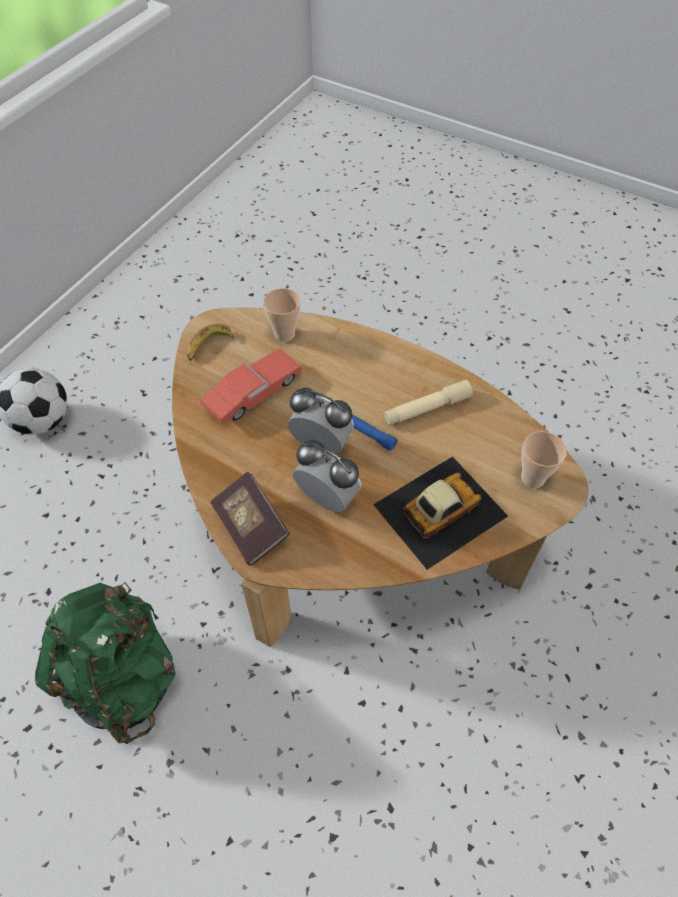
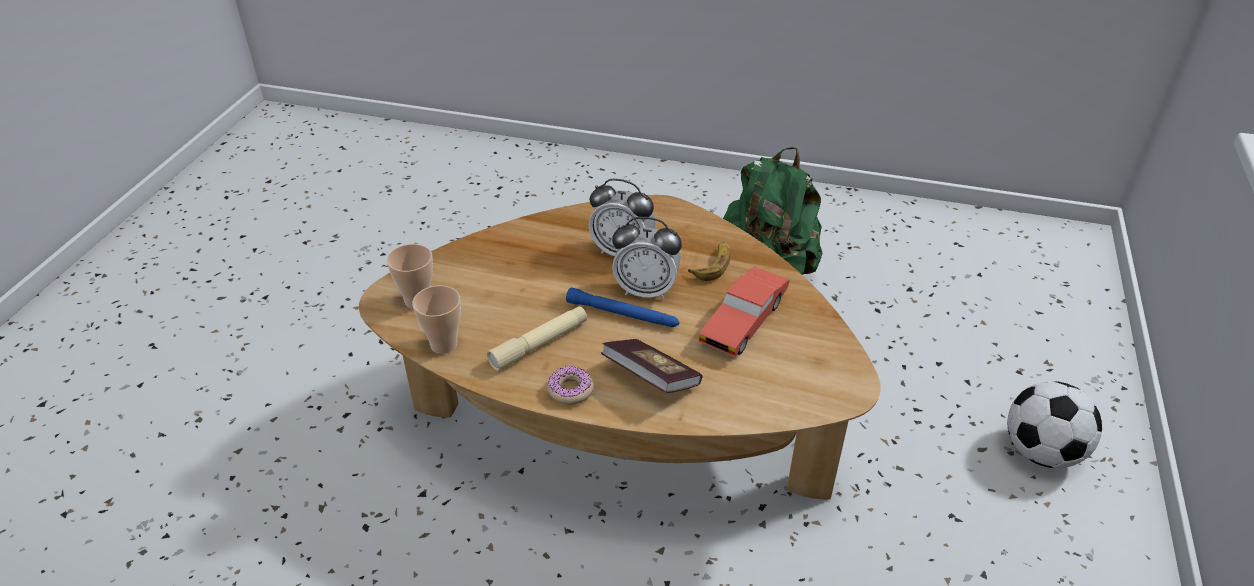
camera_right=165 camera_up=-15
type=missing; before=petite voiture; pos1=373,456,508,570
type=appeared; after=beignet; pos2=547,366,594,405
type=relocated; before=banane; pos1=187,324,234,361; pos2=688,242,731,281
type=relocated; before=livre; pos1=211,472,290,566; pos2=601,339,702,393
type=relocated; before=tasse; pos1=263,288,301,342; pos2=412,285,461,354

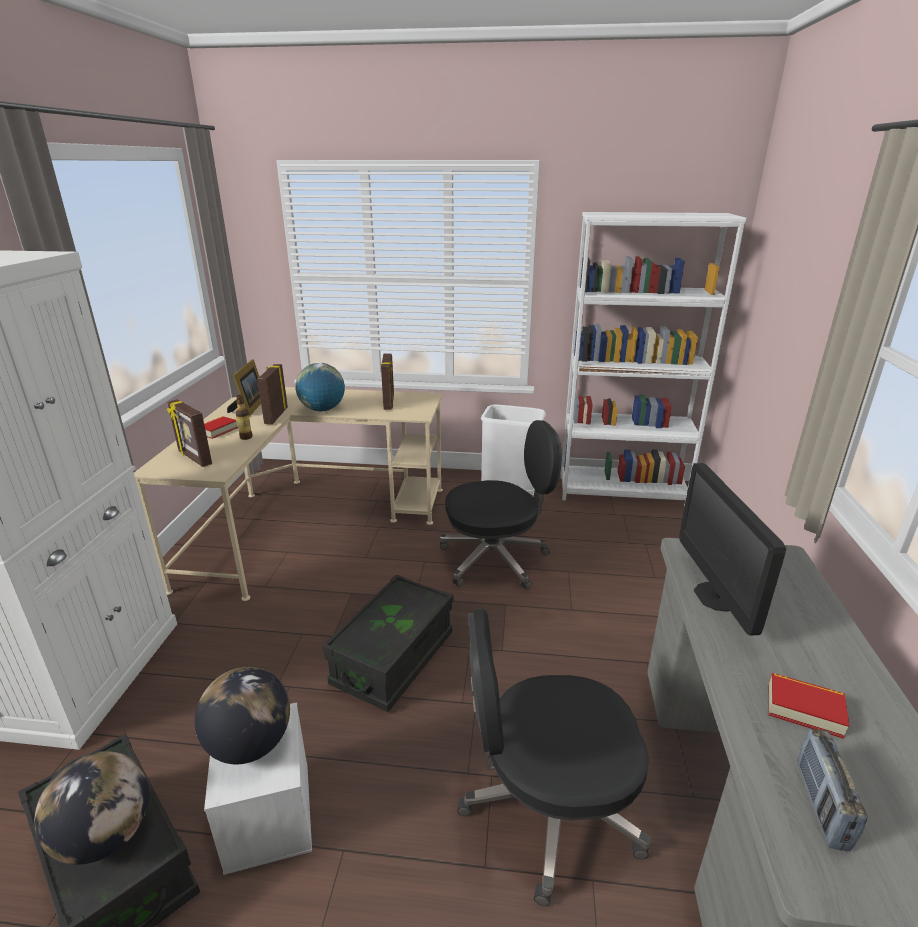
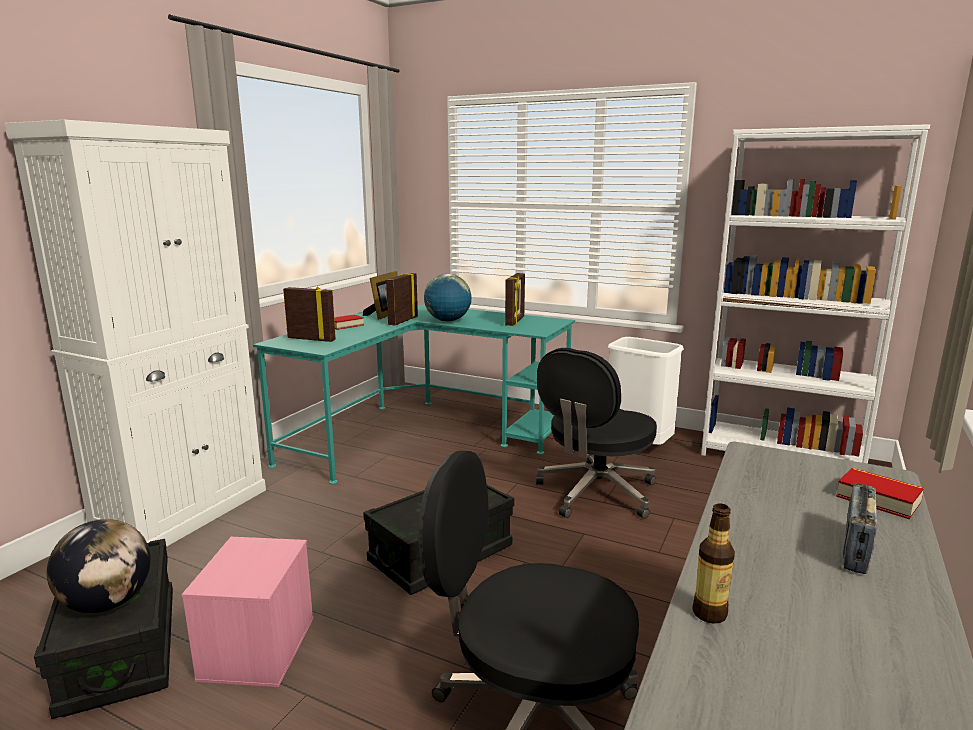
camera_right=20 camera_up=-10
type=missing; before=globe; pos1=195,667,290,764
type=missing; before=écran d'ordinateur; pos1=679,463,786,636
type=relocated; before=bouteille; pos1=236,395,253,440; pos2=692,503,735,624
type=relocated; before=livre; pos1=769,673,849,739; pos2=836,468,924,519
type=relocated; before=radio; pos1=797,729,868,851; pos2=843,484,877,574
type=colour; before=bureau (beige); after=bureau (turquoise); pos1=134,387,443,601; pos2=253,305,575,484
type=colour; before=boîte de rangement (blanc); after=boîte de rangement (rose); pos1=204,702,312,875; pos2=182,537,314,687
type=spun; before=cadre photo; pos1=167,399,212,467; pos2=283,286,336,342; turn=135
type=spun; before=chaise de bureau (noir); pos1=440,420,562,590; pos2=536,348,657,519; turn=120

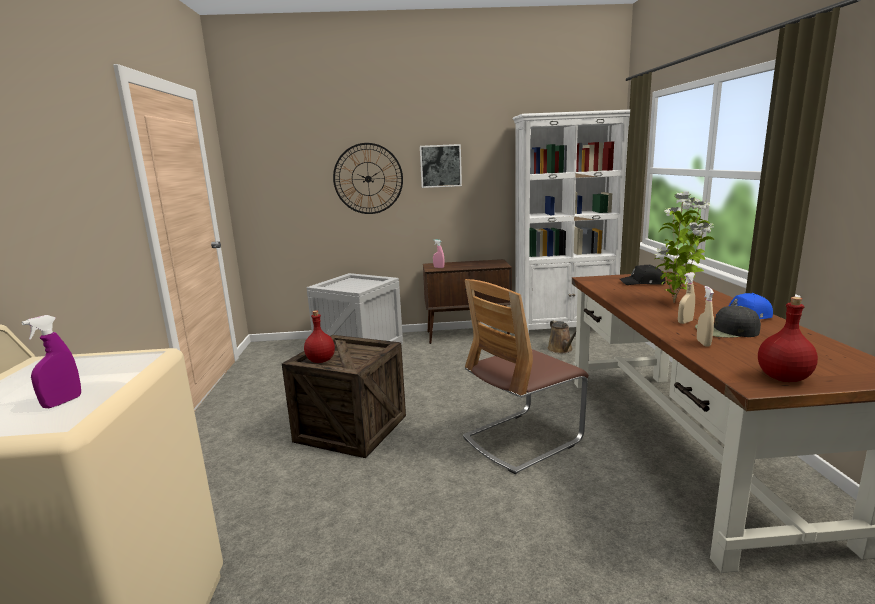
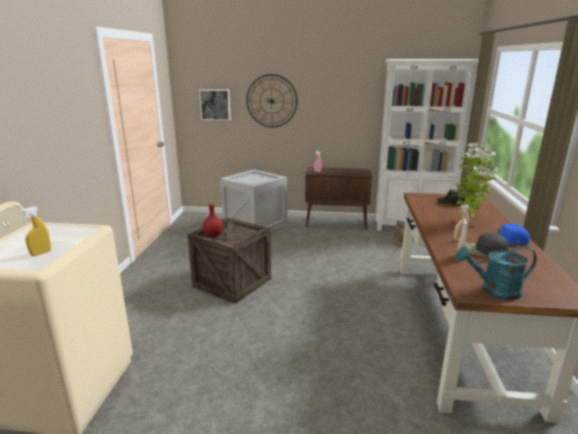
camera_right=10 camera_up=5
type=missing; before=chaise; pos1=463,279,589,474
type=relocated; before=tableau; pos1=420,144,462,188; pos2=199,89,231,121
type=exchanged; before=bouteille (rouge); after=arrosoir (turquoise); pos1=758,297,818,382; pos2=456,246,537,300
type=colour; before=vaporisateur (violet); after=vaporisateur (jaune); pos1=21,315,81,408; pos2=21,206,51,256

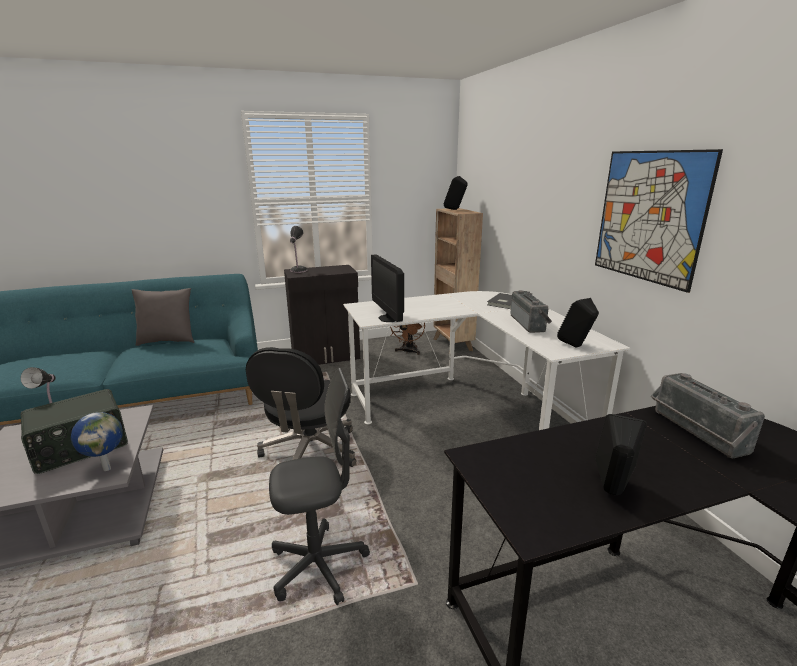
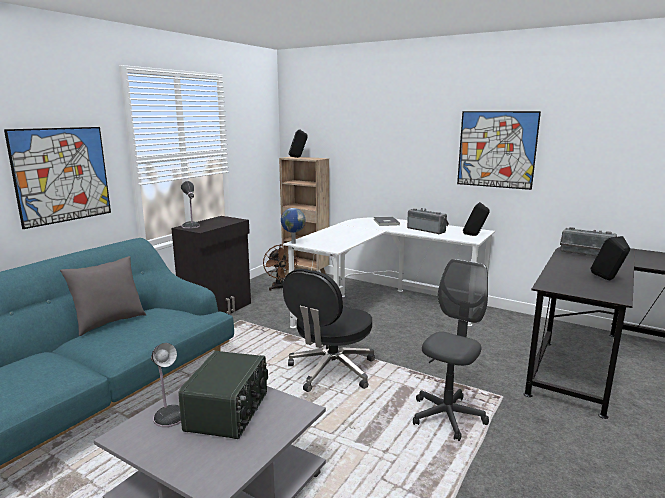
camera_right=-40 camera_up=-5
type=missing; before=écran d'ordinateur; pos1=371,254,404,322
type=appeared; after=tableau; pos2=4,127,111,229
type=relocated; before=globe; pos1=71,412,123,471; pos2=281,208,305,244
type=spun; before=chaise de bureau (noir); pos1=246,347,356,467; pos2=283,269,375,392; turn=60

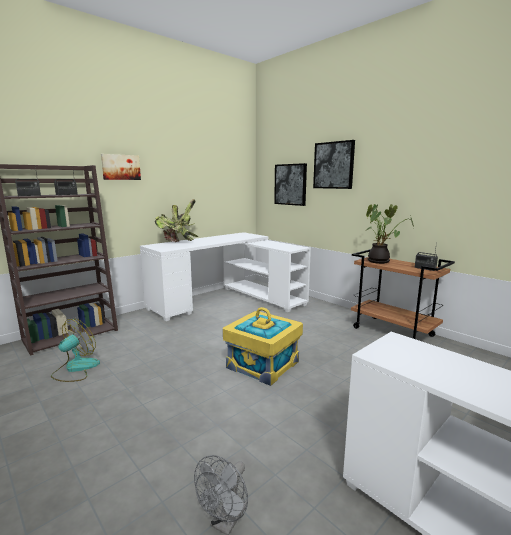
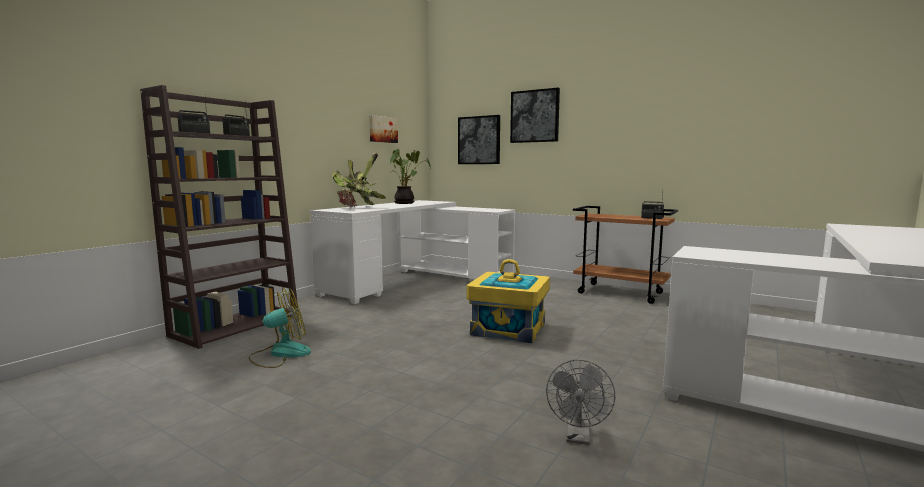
camera_right=-15 camera_up=-5
type=relocated; before=tableau; pos1=101,154,141,180; pos2=369,115,398,143
type=relocated; before=plante en pot; pos1=365,204,414,264; pos2=390,148,431,204
type=spun; before=ventilateur; pos1=51,319,100,382; pos2=249,287,311,368; turn=45

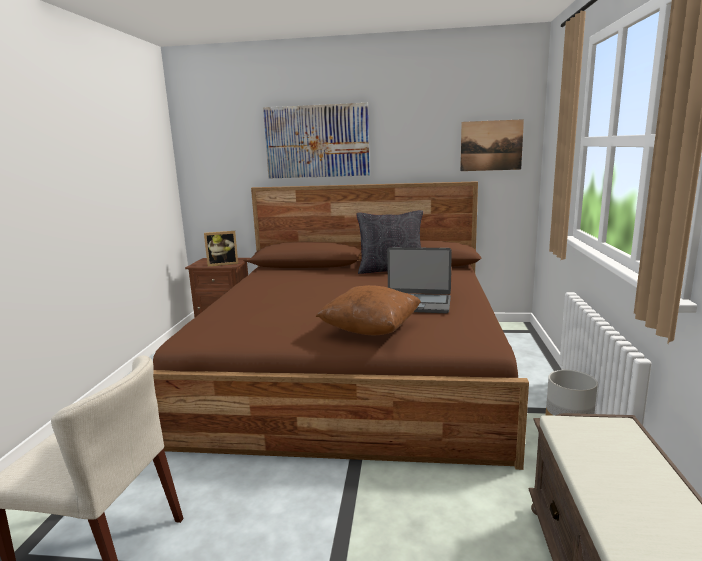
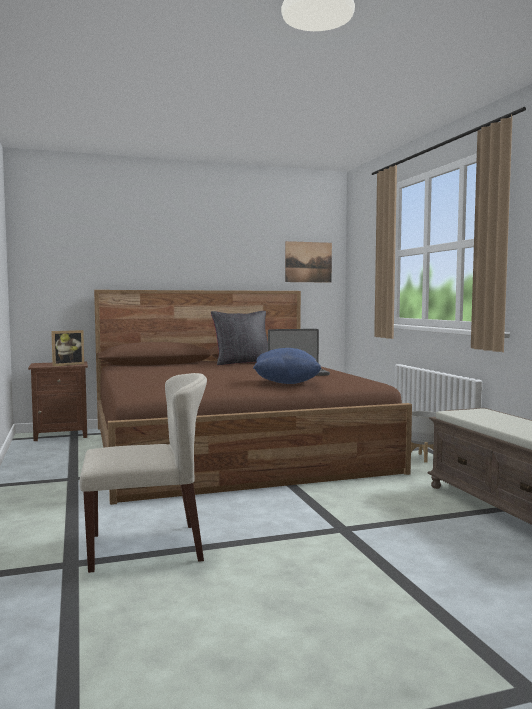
camera_right=-25 camera_up=-10
type=missing; before=tableau; pos1=263,103,370,178
type=colour; before=coussin (marron); after=coussin (bleu); pos1=316,285,421,335; pos2=253,348,321,384

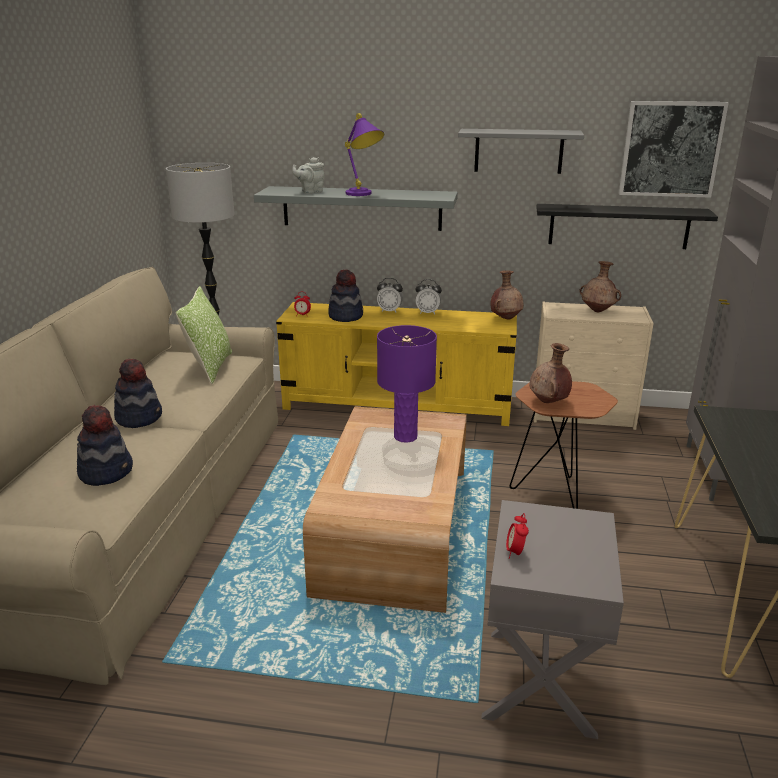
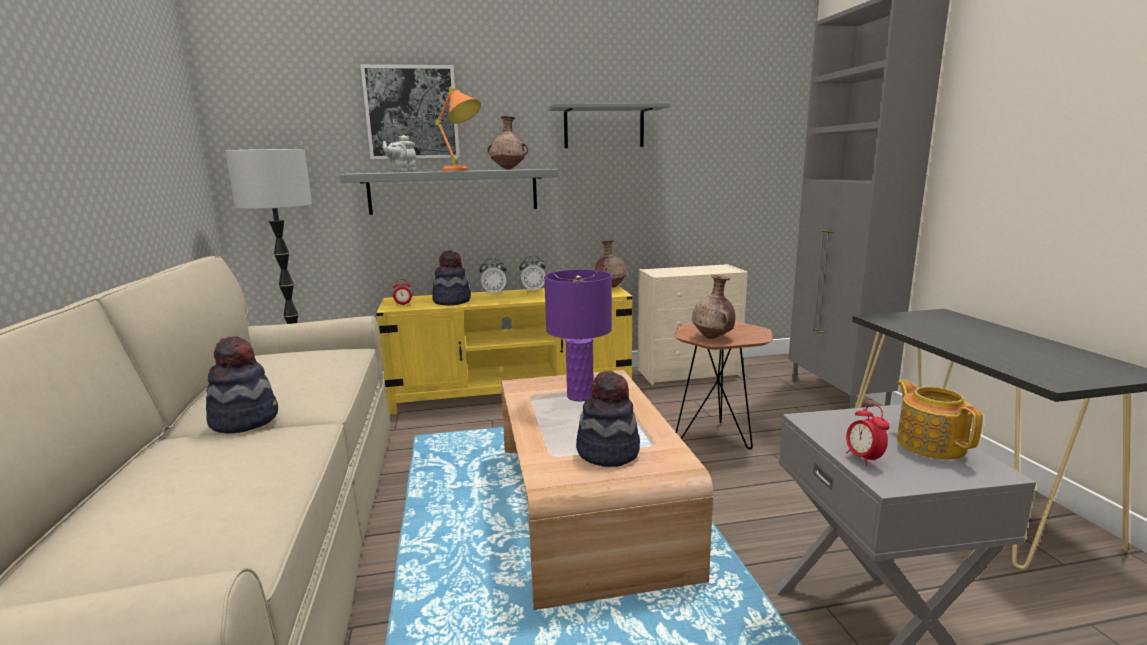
camera_right=-20 camera_up=-10
type=missing; before=coussin; pos1=176,286,232,384
type=missing; before=étagère (noir); pos1=536,204,718,249
type=appeared; after=théière; pos2=896,379,983,459
type=relocated; before=chapeau; pos1=77,405,133,486; pos2=576,371,640,467
type=relocated; before=vase (marron); pos1=579,261,621,312; pos2=487,116,528,170
type=relocated; before=tableau; pos1=619,101,729,198; pos2=360,64,460,159
type=colour; before=lampe de table (violet); after=lampe de table (orange); pos1=345,113,384,196; pos2=435,86,481,171

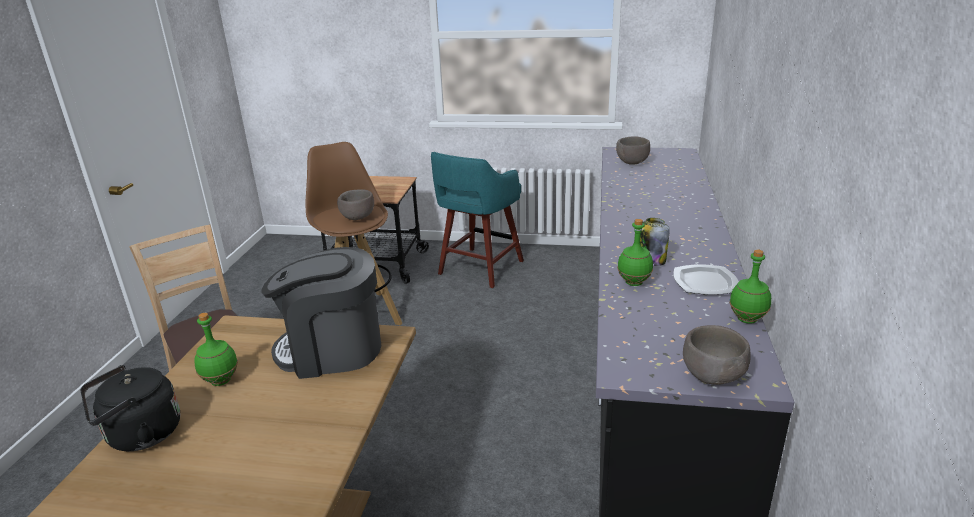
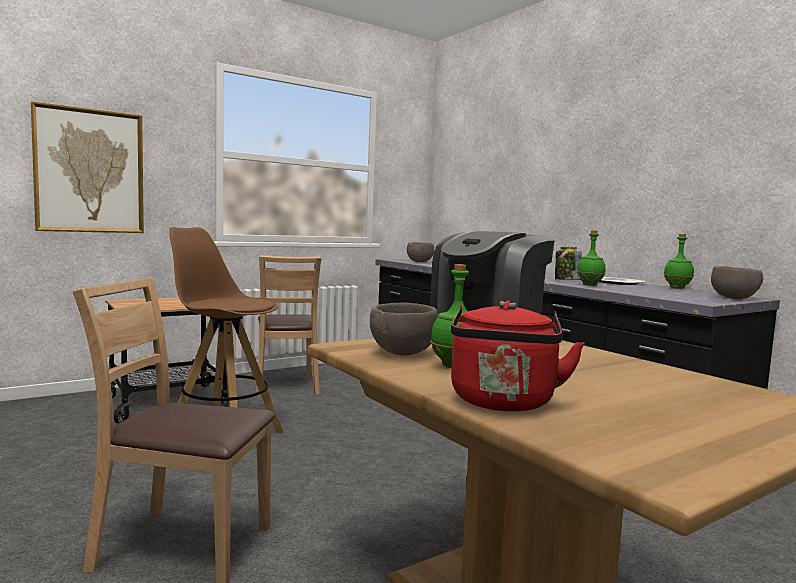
camera_right=-45 camera_up=-20
type=appeared; after=tableau; pos2=31,101,144,233
type=relocated; before=bol (marron); pos1=337,190,374,220; pos2=370,303,438,355
type=exchanged; before=tabouret (turquoise); after=chaise (marron); pos1=431,152,524,288; pos2=256,255,321,397
type=colour; before=bouilloire (noir); after=bouilloire (rouge); pos1=81,365,180,451; pos2=451,301,585,412

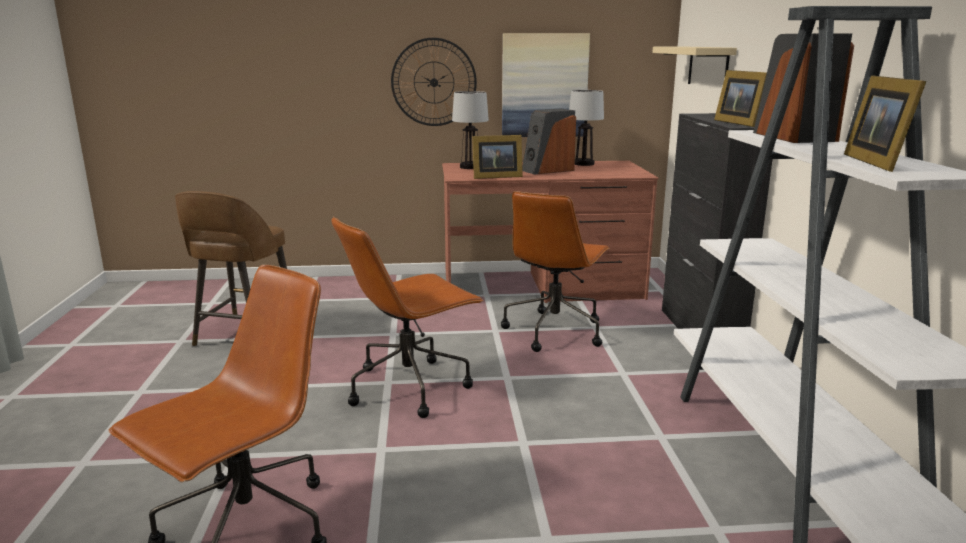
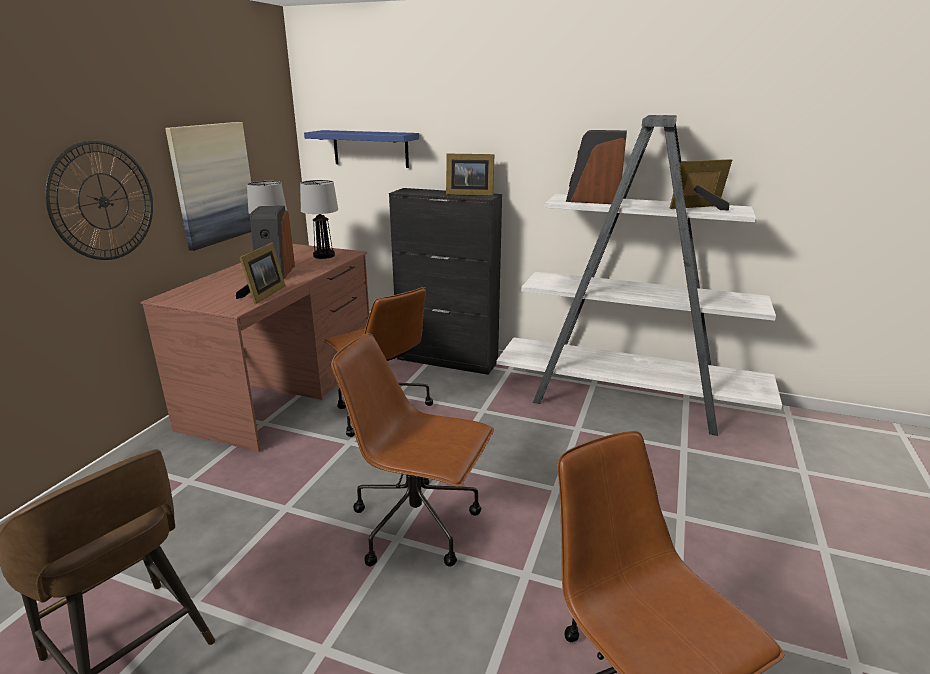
camera_right=-65 camera_up=5
type=relocated; before=lampe de table; pos1=452,91,489,169; pos2=300,180,338,259
type=colour; before=étagère (beige); after=étagère (bleu); pos1=652,47,737,84; pos2=304,130,419,168
type=spun; before=chaise de bureau (marron); pos1=331,216,484,418; pos2=331,333,494,567; turn=120
type=spun; before=cadre photo; pos1=844,75,927,172; pos2=670,159,732,210; turn=135

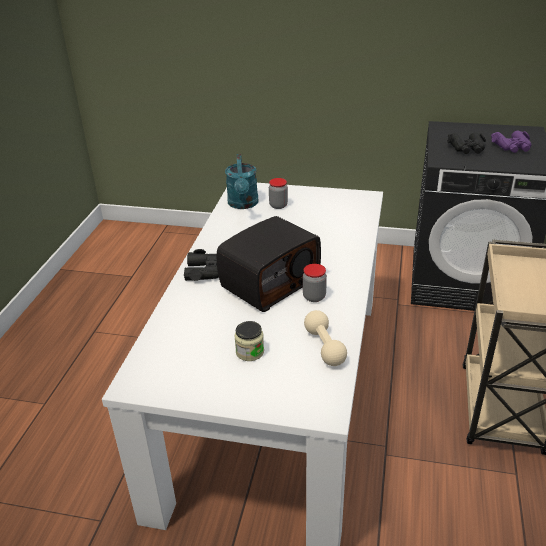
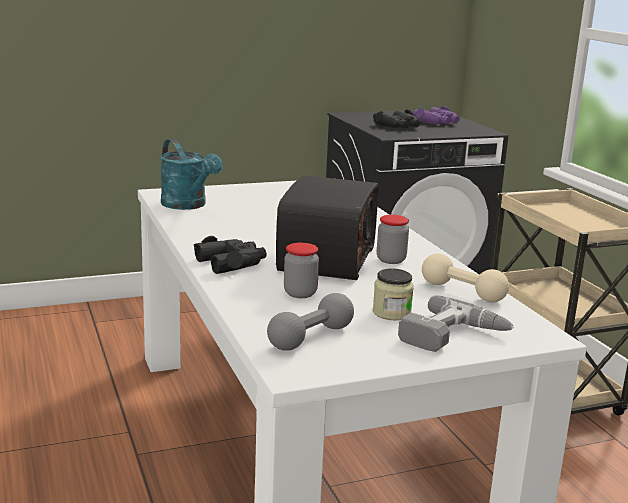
camera_right=-35 camera_up=-15
type=appeared; after=haltère (gris); pos2=267,293,354,351
type=appeared; after=perceuse; pos2=398,296,514,352
type=relocated; before=bocal; pos1=269,178,288,209; pos2=284,242,319,298

